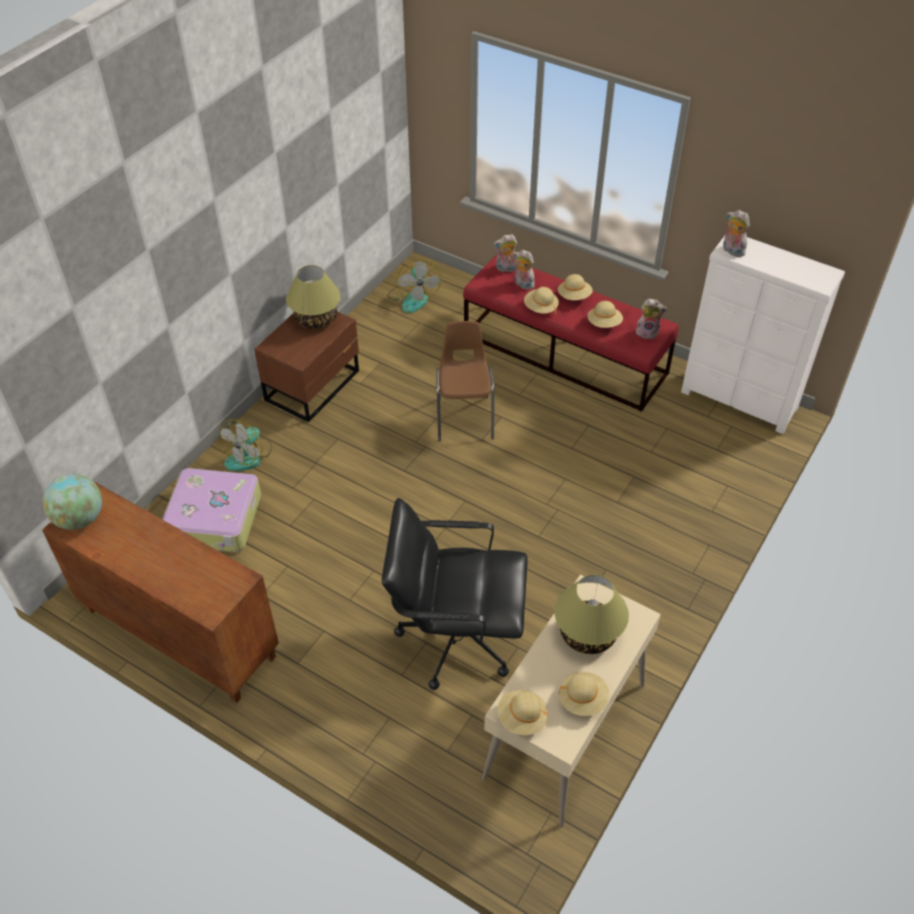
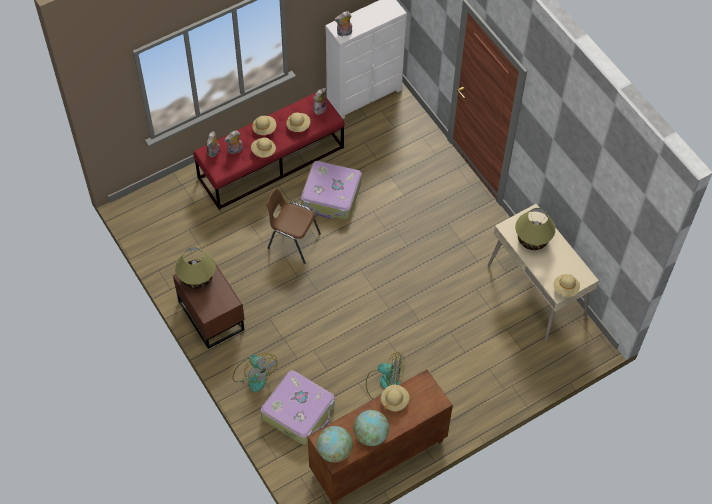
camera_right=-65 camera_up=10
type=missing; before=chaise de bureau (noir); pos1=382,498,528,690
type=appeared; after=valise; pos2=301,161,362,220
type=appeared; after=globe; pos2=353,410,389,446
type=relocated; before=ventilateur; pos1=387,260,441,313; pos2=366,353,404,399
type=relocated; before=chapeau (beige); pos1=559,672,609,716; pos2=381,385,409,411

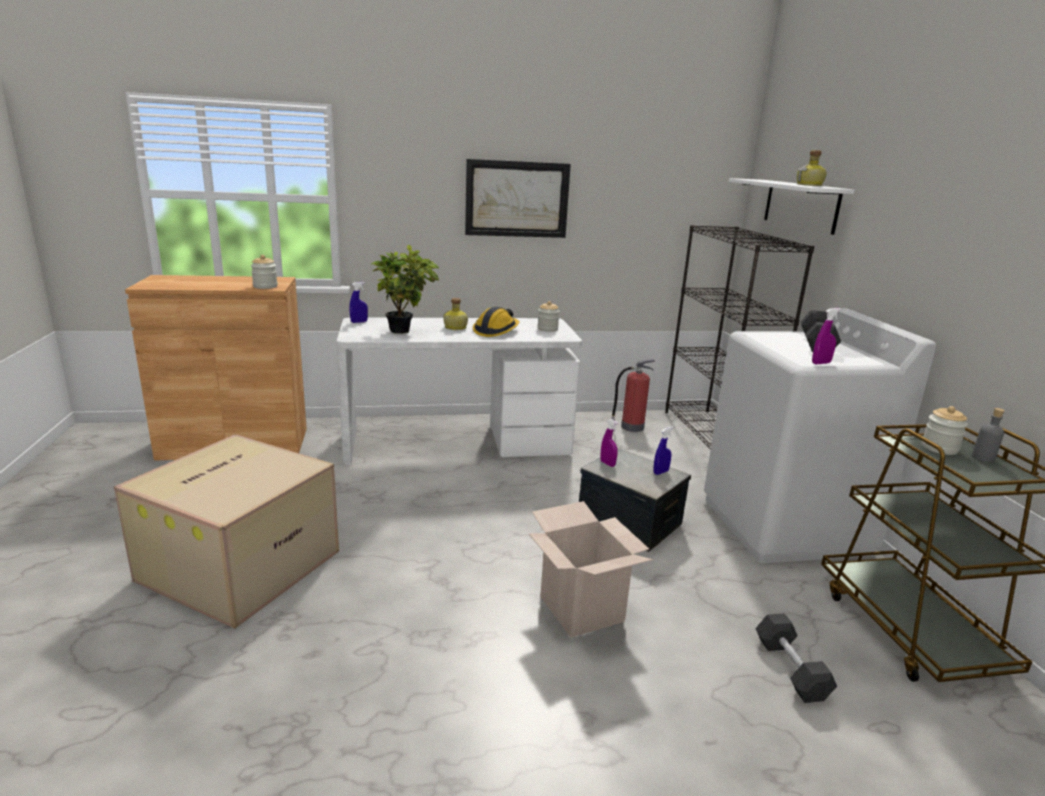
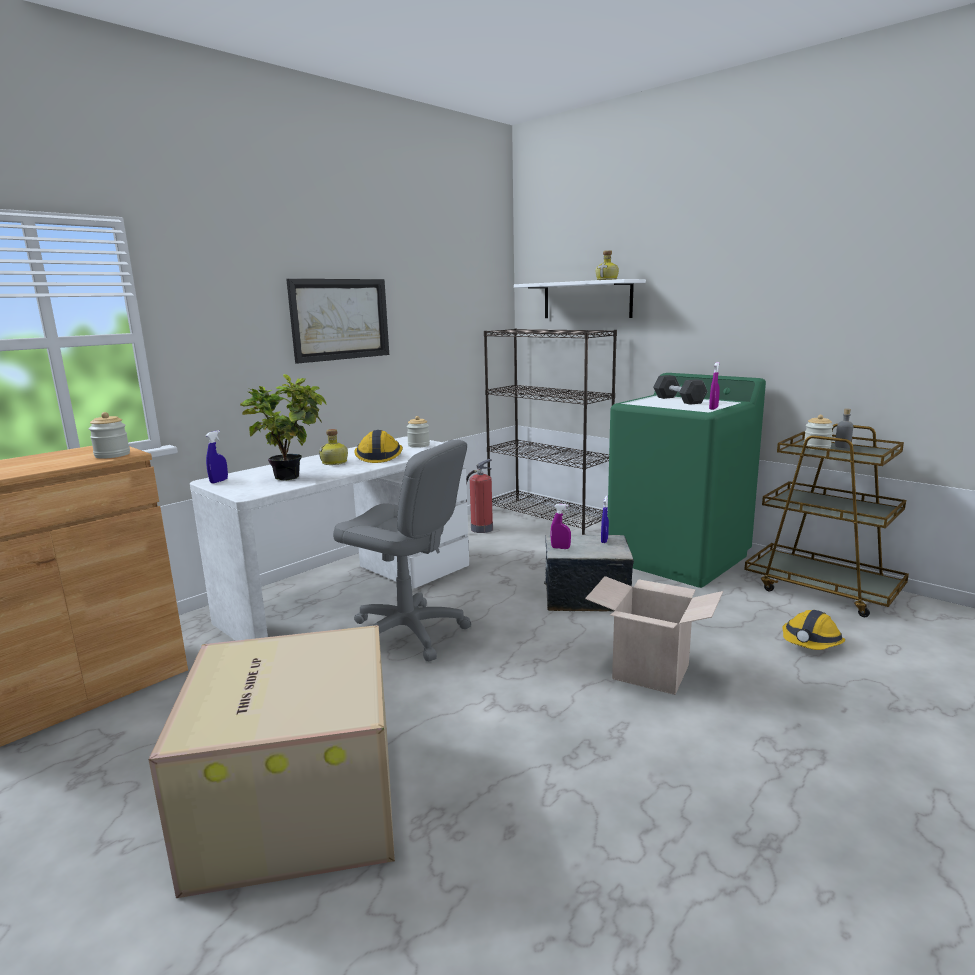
camera_right=-35 camera_up=-5
type=appeared; after=chaise de bureau (gris); pos2=333,440,471,661
type=exchanged; before=haltère (noir); after=casque de chantier; pos1=755,613,837,703; pos2=782,610,845,650
type=colour; before=lave-linge (blanc); after=lave-linge (vert); pos1=704,308,937,563; pos2=608,373,766,588

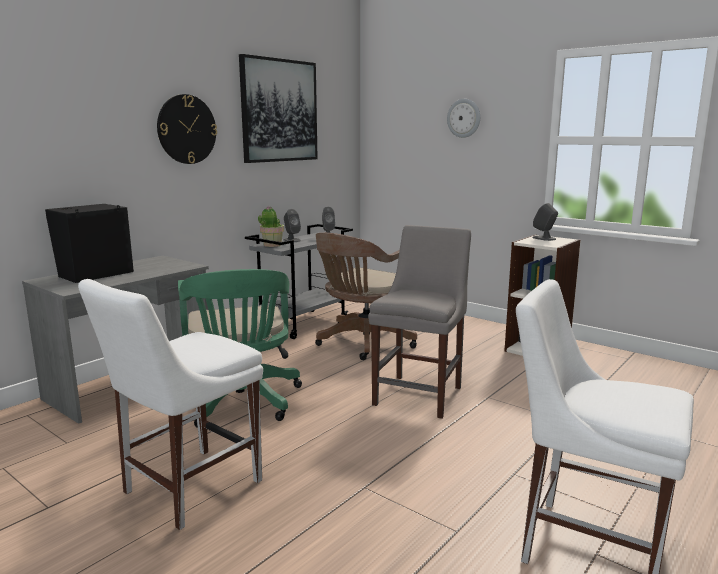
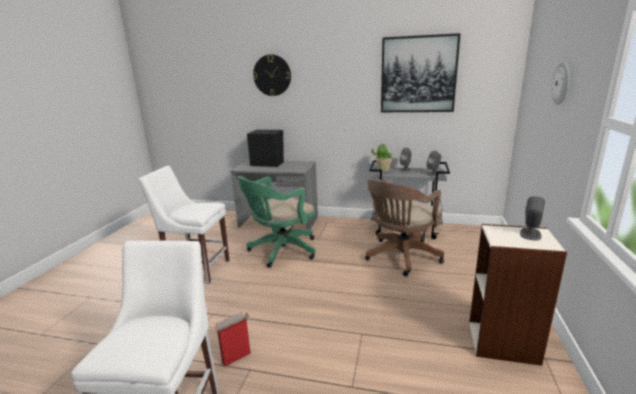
camera_right=65 camera_up=5
type=missing; before=chaise (gris); pos1=368,225,471,419
type=appeared; after=carton; pos2=216,312,251,367
type=relocated; before=horloge murale; pos1=157,94,217,164; pos2=253,54,291,96
type=spun; before=chaise de bureau (marron); pos1=315,233,417,360; pos2=365,179,444,276; turn=-60

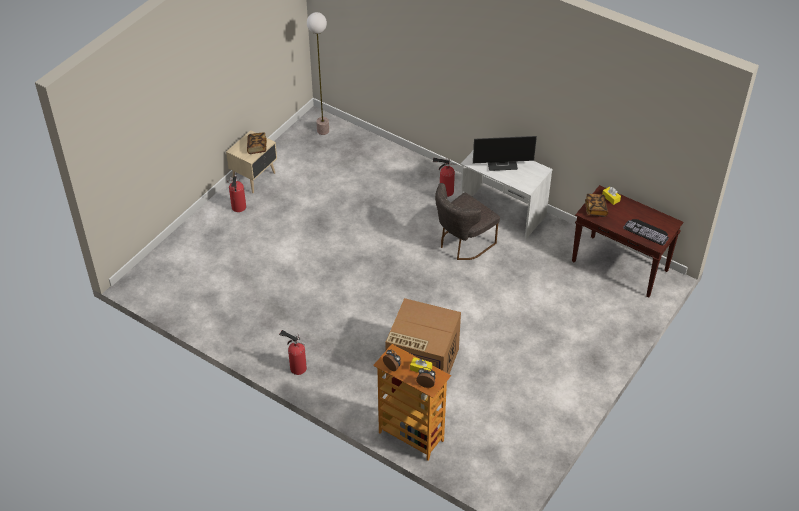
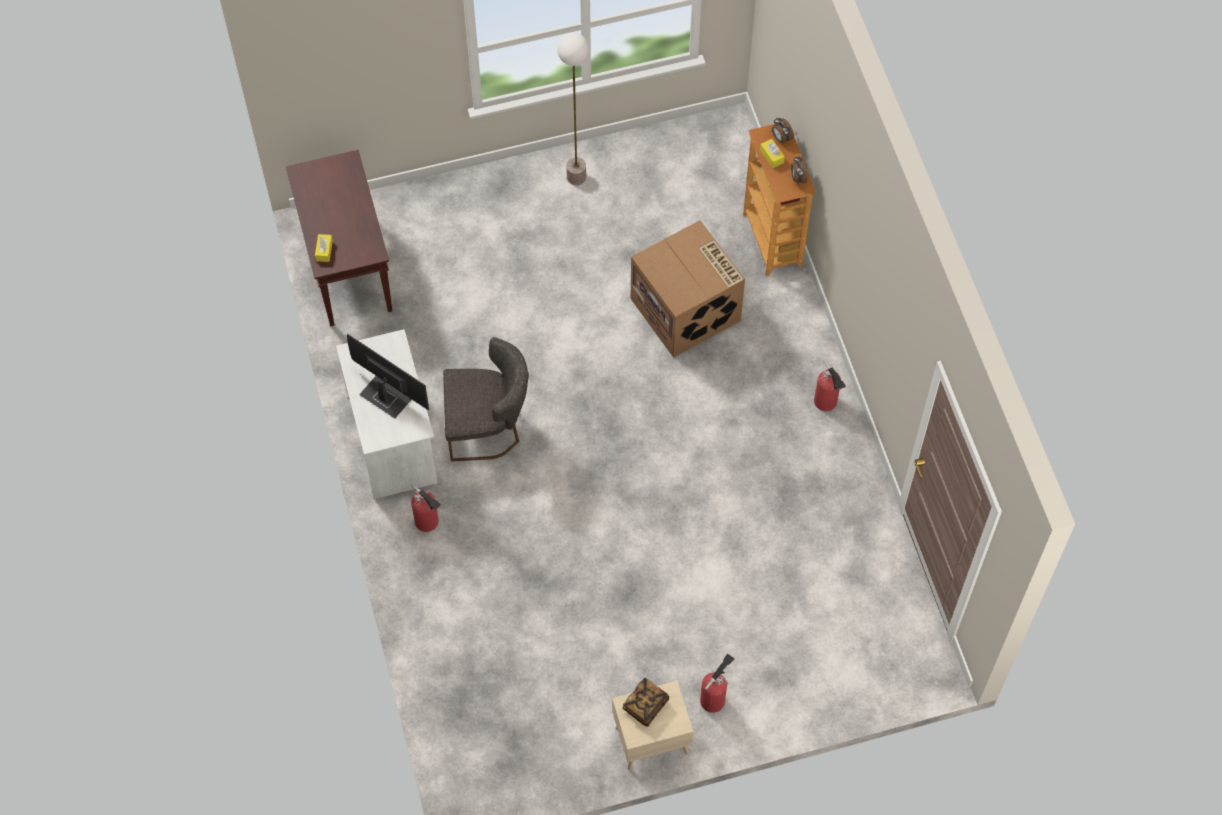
camera_right=-140 camera_up=15
type=missing; before=livre; pos1=585,194,608,217
type=missing; before=clavier; pos1=623,219,669,245
type=relocated; before=lampadaire; pos1=307,12,329,135; pos2=557,33,589,185

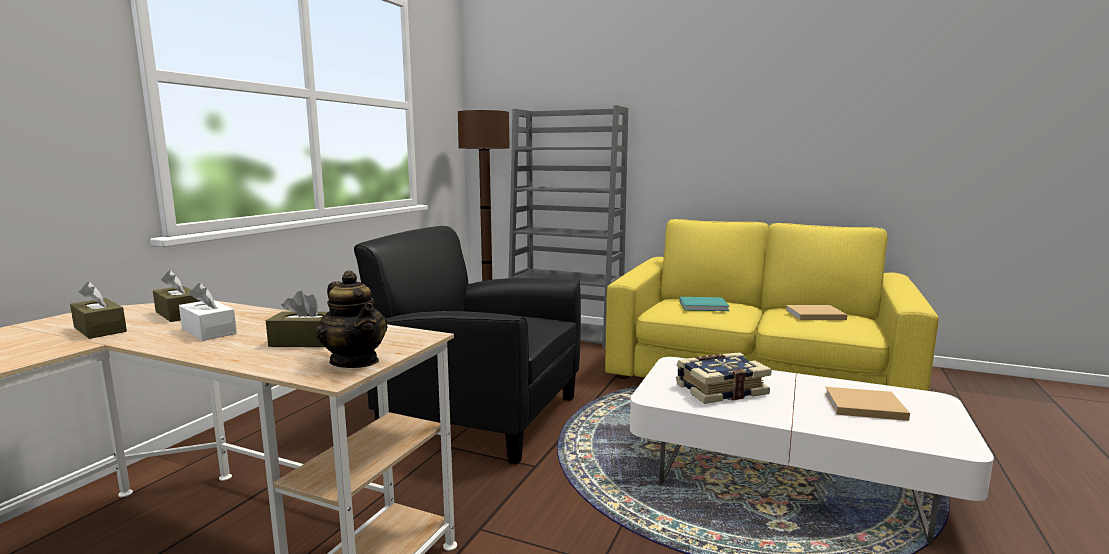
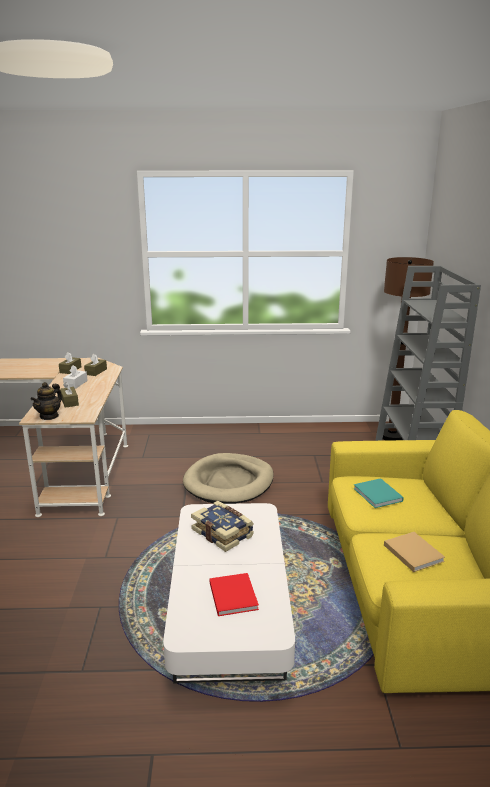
camera_right=65 camera_up=10
type=exchanged; before=fauteuil (noir); after=panier pour chien (beige); pos1=354,226,581,465; pos2=183,453,274,504
type=colour; before=livre (beige); after=livre (rouge); pos1=825,387,910,421; pos2=210,573,259,616

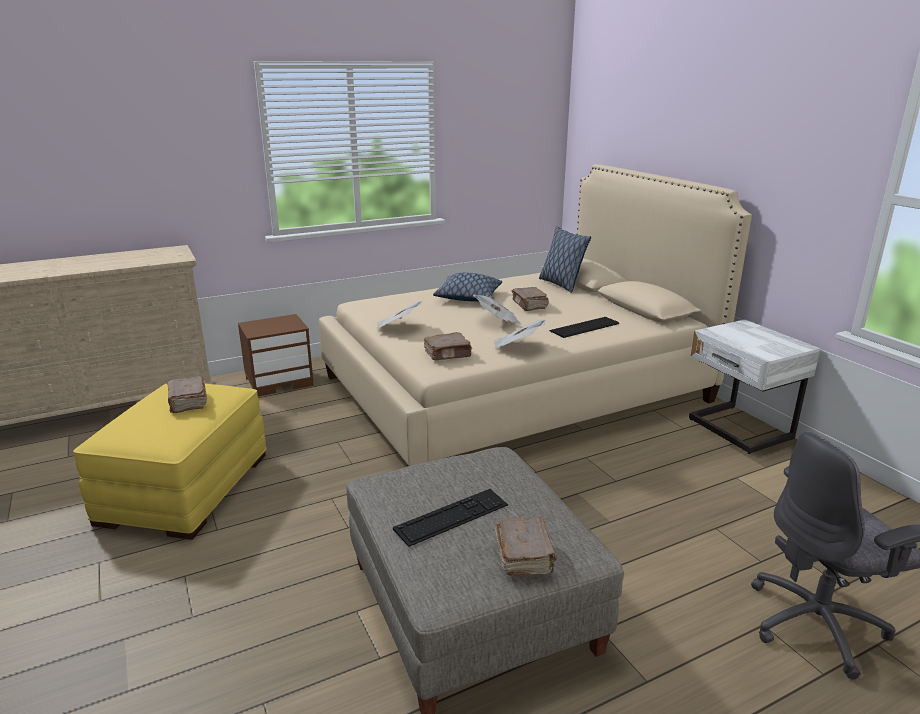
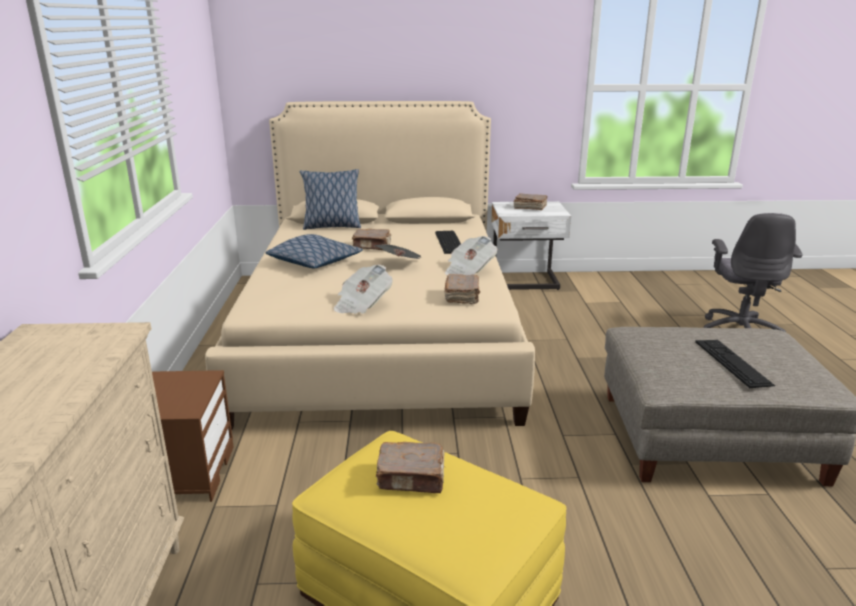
camera_right=-65 camera_up=0
type=relocated; before=livre (marron); pos1=495,517,557,576; pos2=514,193,548,210

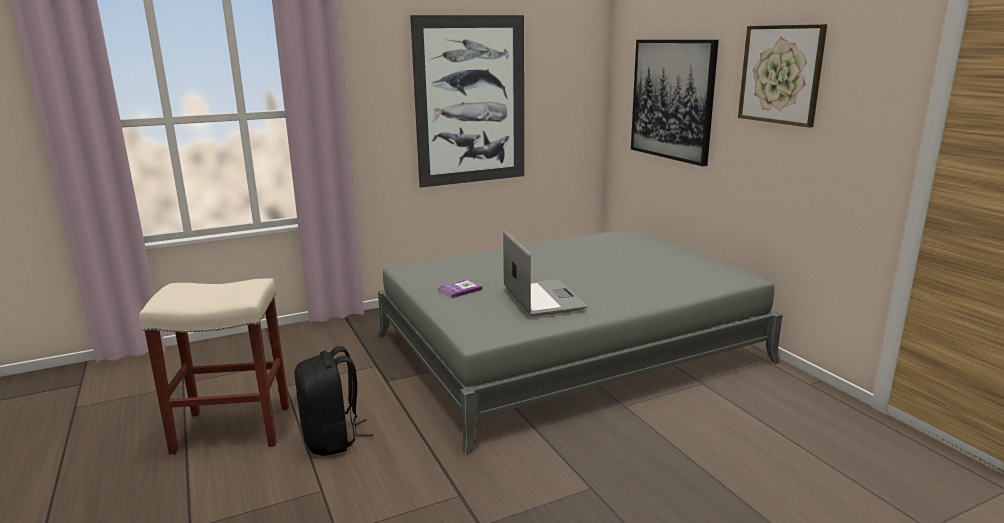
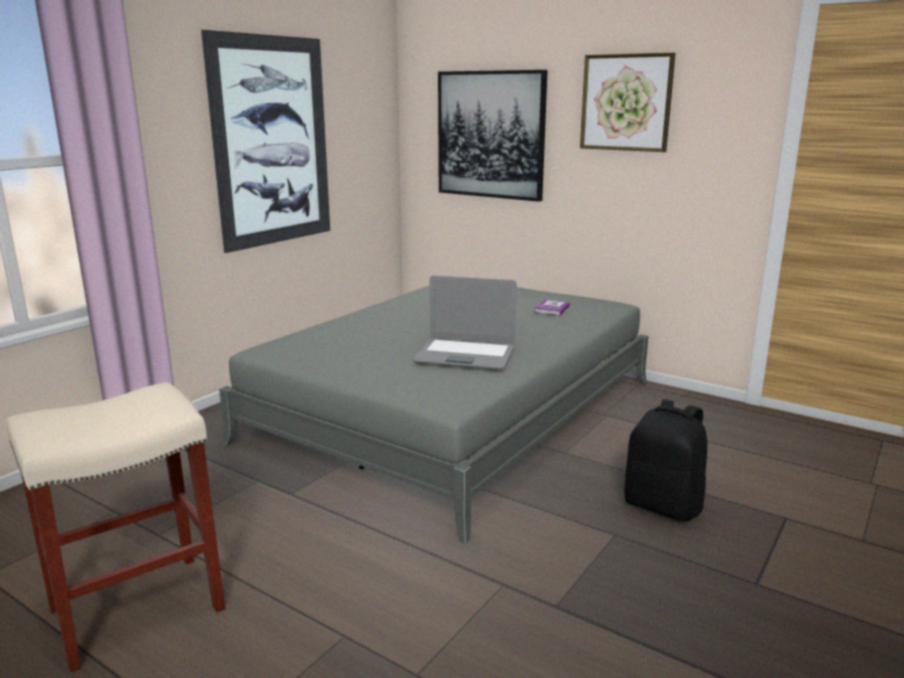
camera_right=-30 camera_up=0
type=relocated; before=sac à dos (noir); pos1=295,346,373,456; pos2=624,399,707,522
type=relocated; before=livre; pos1=438,279,482,298; pos2=534,300,570,315
type=spun; before=ordinateur portable; pos1=503,231,588,317; pos2=413,276,517,369; turn=150

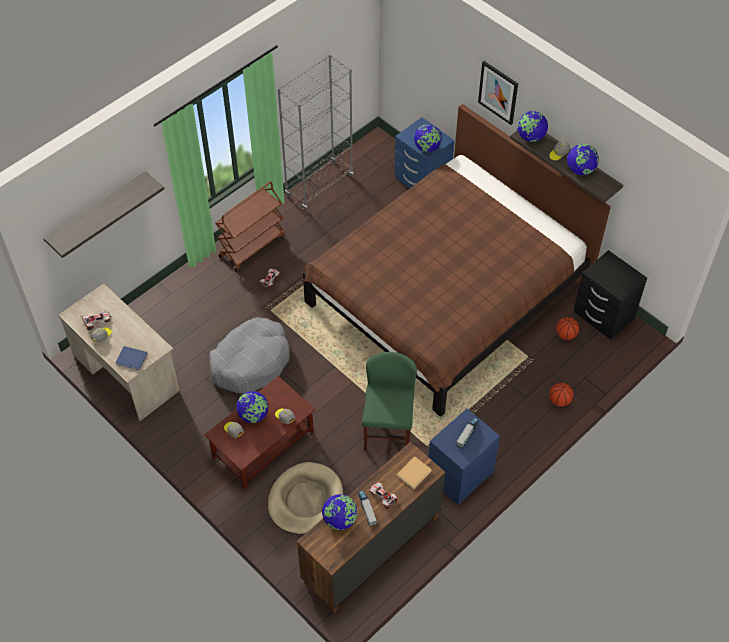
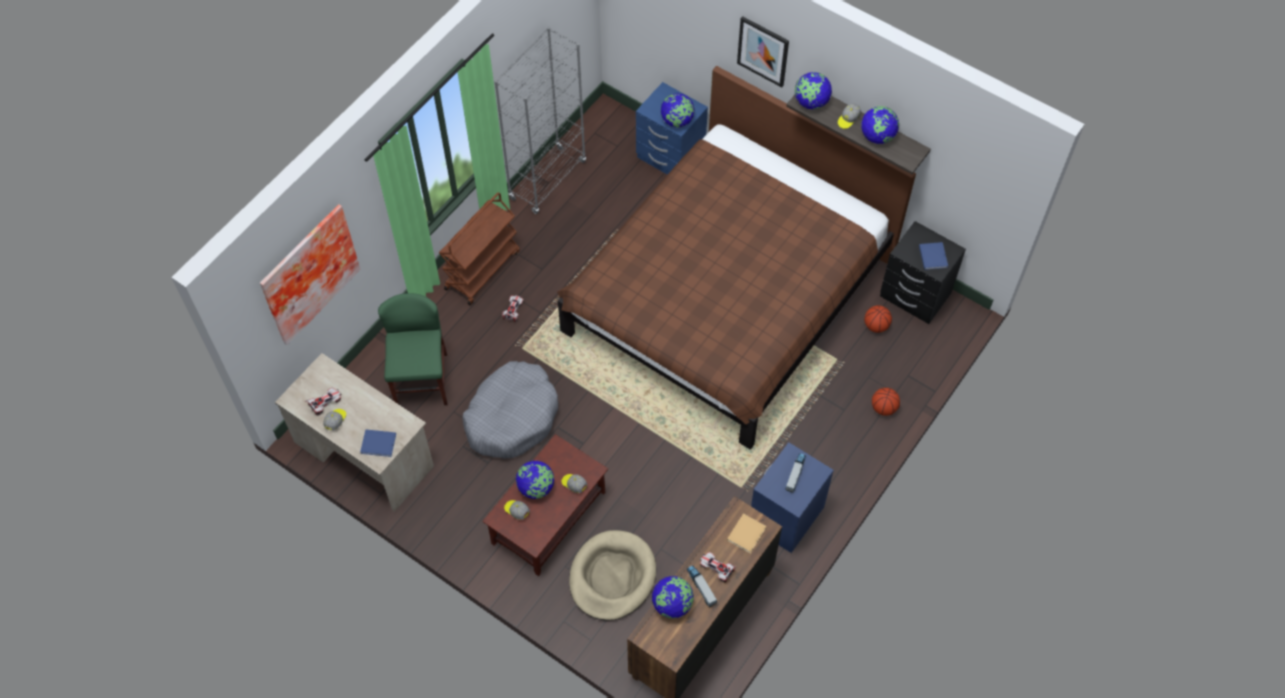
camera_right=-10 camera_up=5
type=appeared; after=livre (bleu); pos2=919,242,948,270
type=relocated; before=chaise (vert); pos1=362,352,417,451; pos2=378,293,447,405
type=exchanged; before=étagère; after=tableau; pos1=43,171,164,258; pos2=260,204,361,345

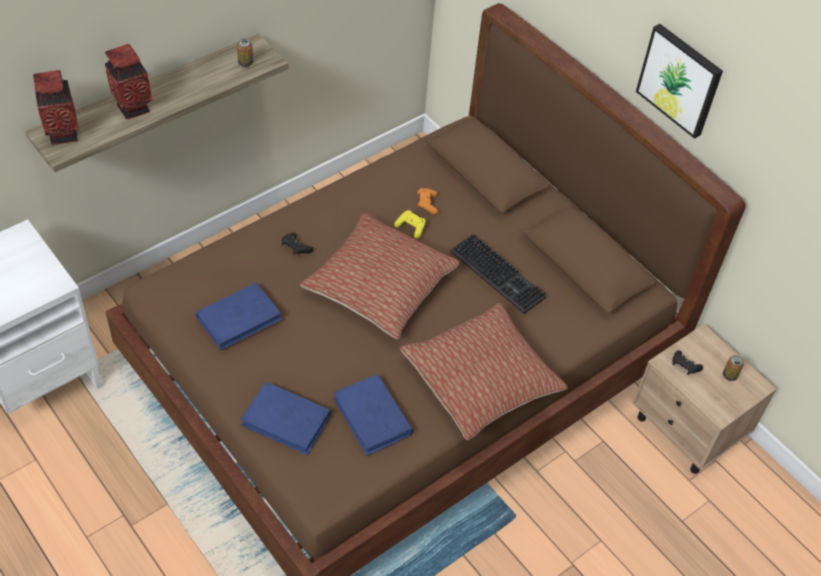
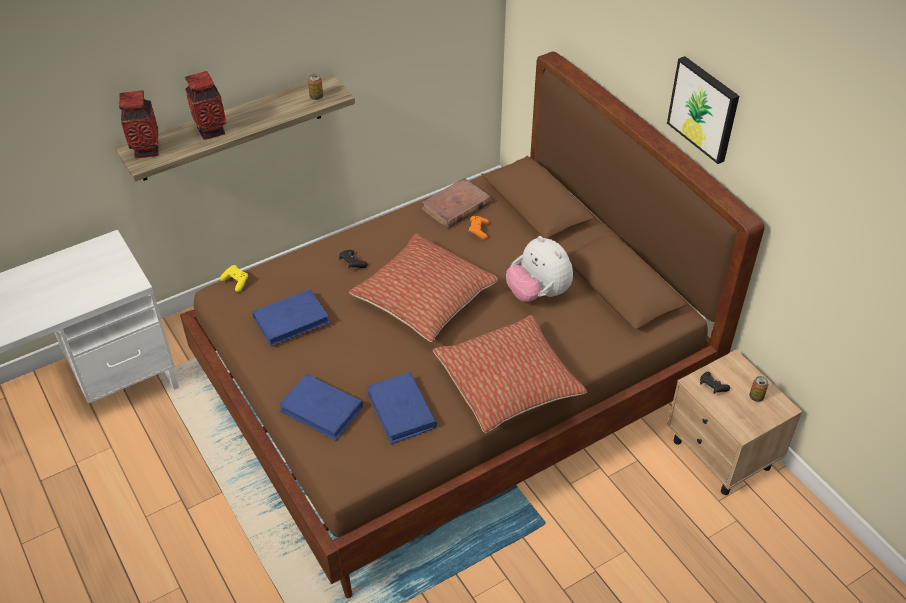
camera_right=10 camera_up=-5
type=appeared; after=livre (marron); pos2=421,178,491,228
type=relocated; before=manette (jaune); pos1=394,210,426,239; pos2=220,265,248,292
type=exchanged; before=clavier; after=peluche; pos1=451,233,546,314; pos2=506,236,573,302

